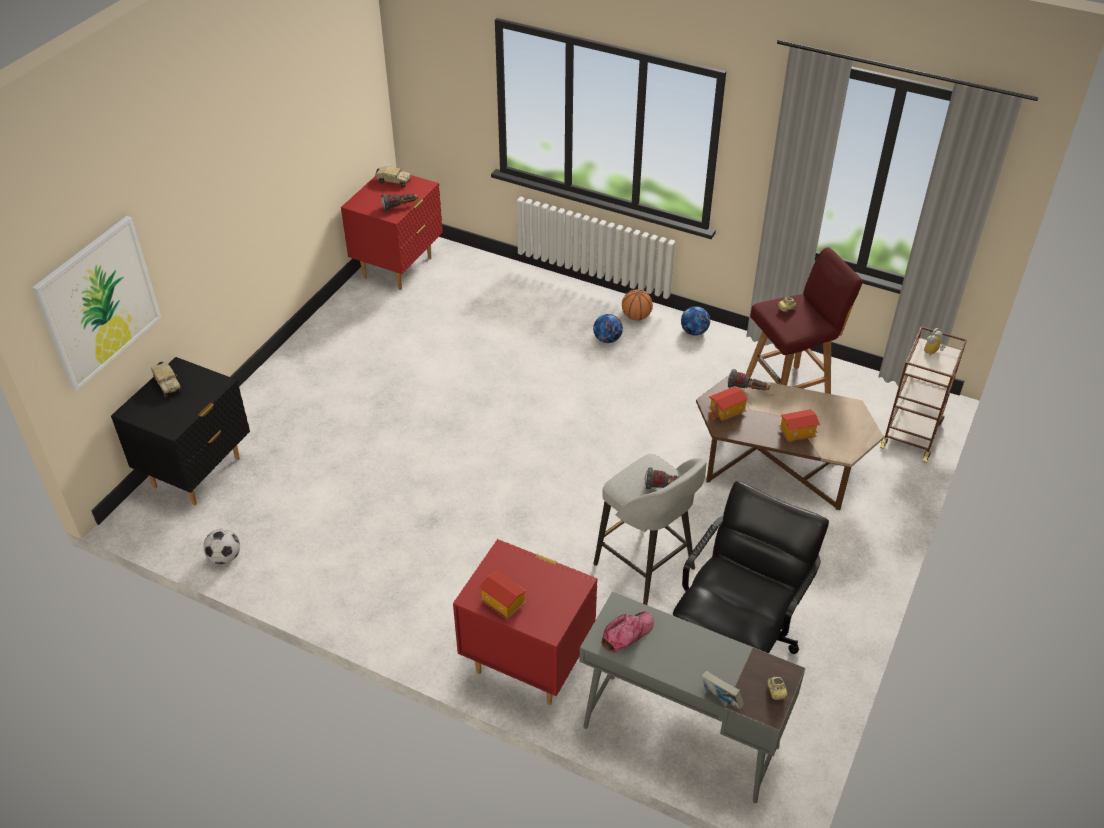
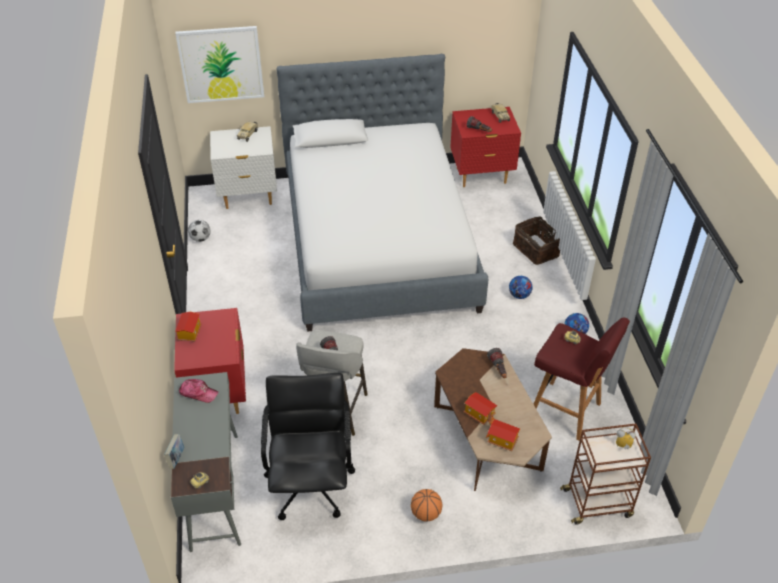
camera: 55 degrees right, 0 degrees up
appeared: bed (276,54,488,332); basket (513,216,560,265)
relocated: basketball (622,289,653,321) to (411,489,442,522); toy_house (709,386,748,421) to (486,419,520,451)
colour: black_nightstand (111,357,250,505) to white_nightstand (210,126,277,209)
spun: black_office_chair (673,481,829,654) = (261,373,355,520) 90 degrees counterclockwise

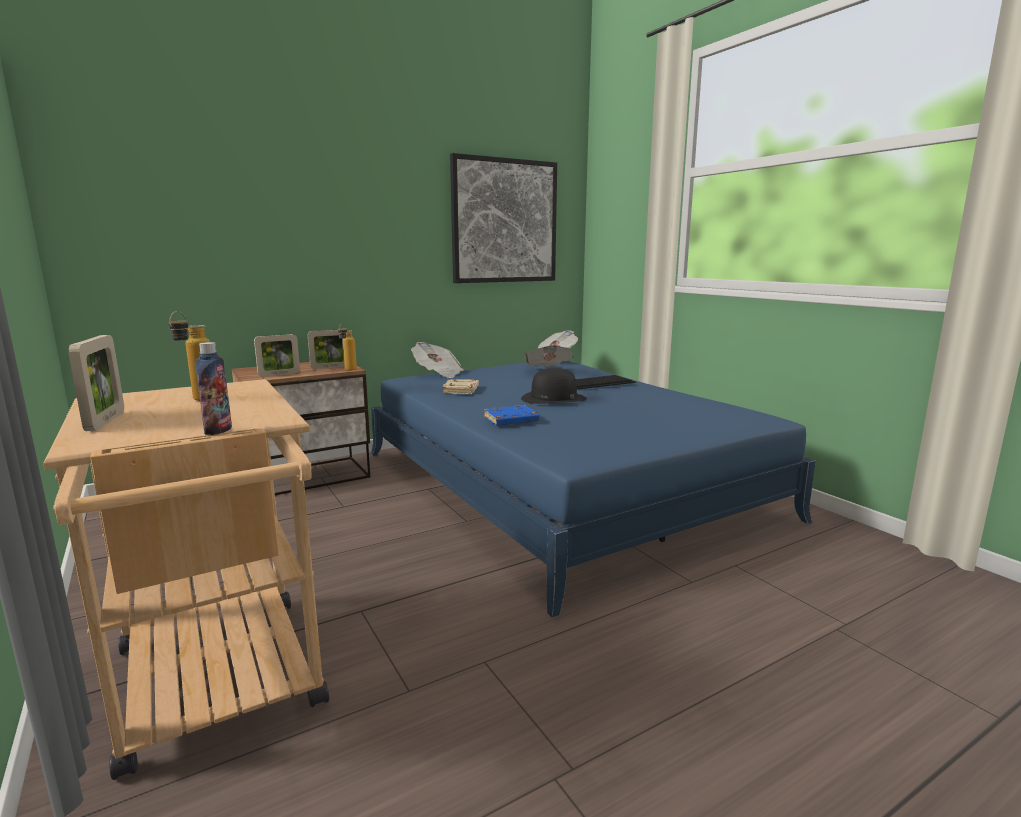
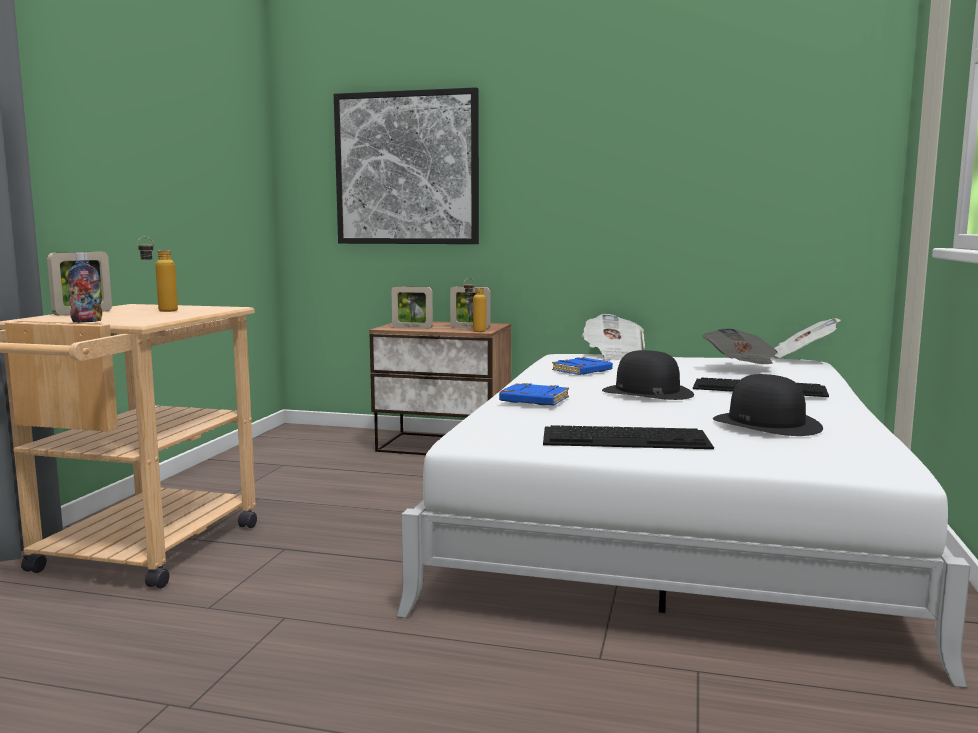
camera: 45 degrees right, 5 degrees down
appeared: keyboard (543,425,714,449); black_hat (713,374,823,436)
relocated: picture (450,153,557,283) to (334,87,479,244)
colour: blue_bed (371,361,816,618) to white_bed (396,354,971,688); beige_book (442,379,479,394) to blue_book (552,357,613,375)

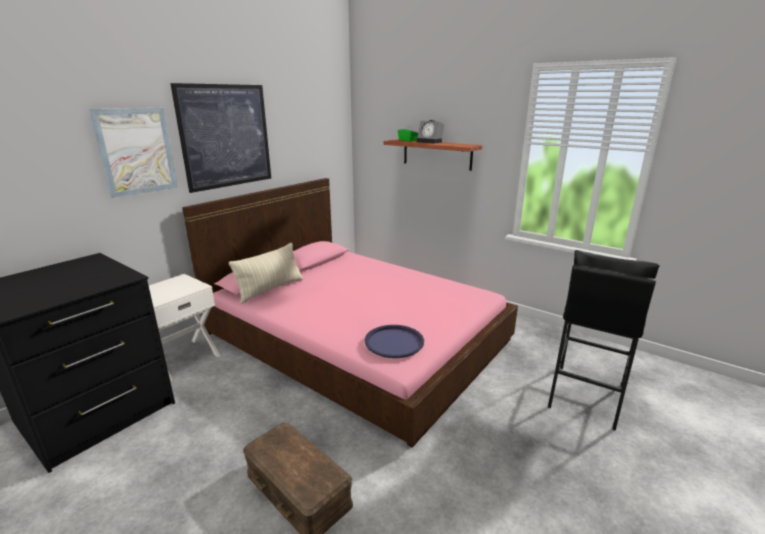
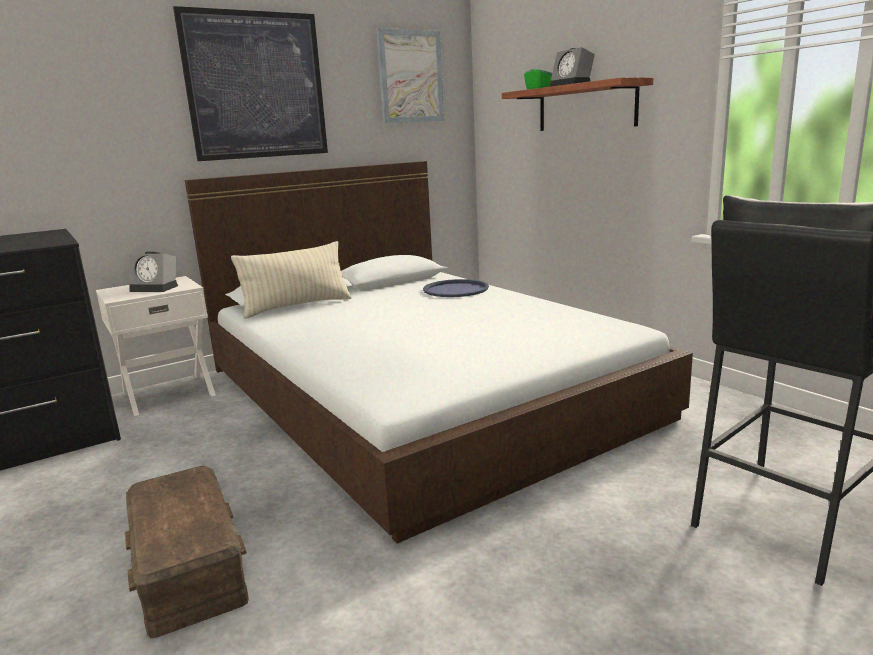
camera: 20 degrees right, 5 degrees down
appeared: alarm_clock (129,251,178,292)
relocated: picture (89,108,178,198) to (377,28,444,123); blue_tray (365,325,424,358) to (423,279,489,297)
colour: pink_bed (182,178,518,448) to white_bed (185,161,693,544)

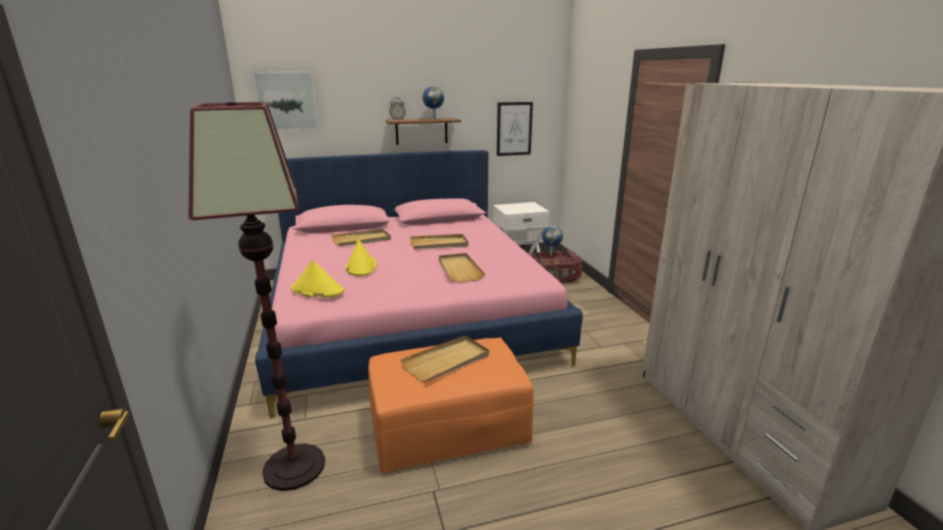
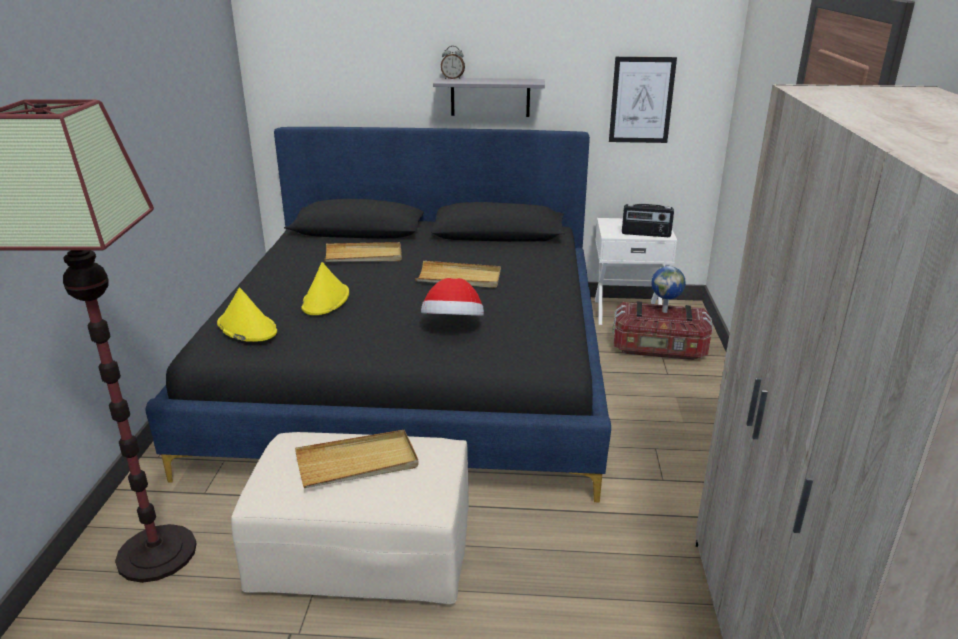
camera: 20 degrees right, 5 degrees up
missing: picture (251,71,319,132); globe (423,86,444,120)
appeared: radio (622,204,674,237)
exchanged: beige_tray (439,253,485,282) to hat (421,278,484,316)
colour: pink_bed (255,150,583,418) to black_bed (145,127,611,502); orange_ottoman (368,337,533,473) to beige_ottoman (231,432,469,604); brown_shelf (386,118,461,145) to grey_shelf (433,78,545,117)

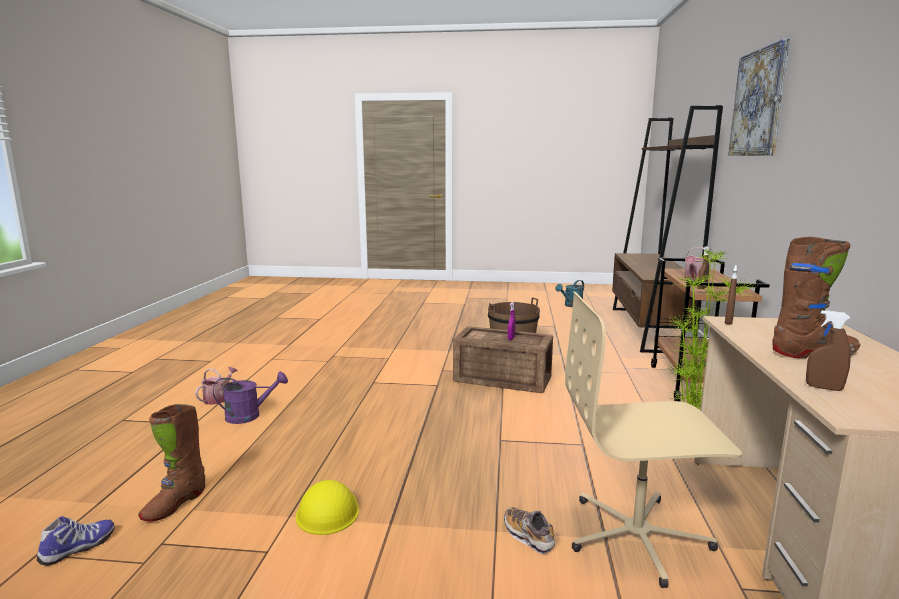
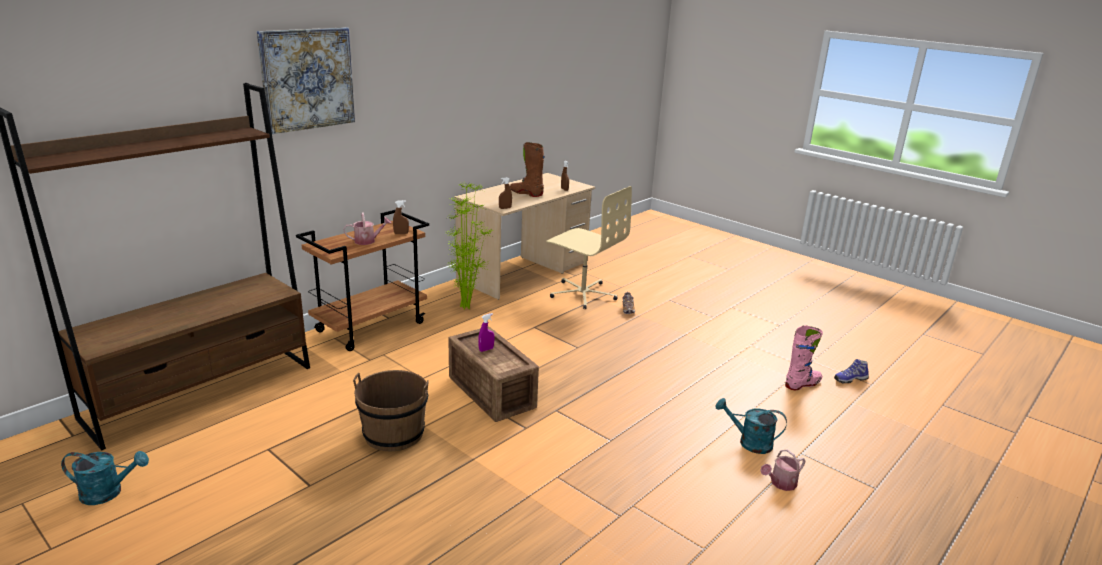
camera: 145 degrees left, 10 degrees up
missing: yellow_hard_hat (296,480,359,535)
colour: purple_watering_can (213,372,288,424) to turquoise_watering_can (715,398,787,454); brown_boot (138,404,205,521) to pink_boot (785,325,823,390)

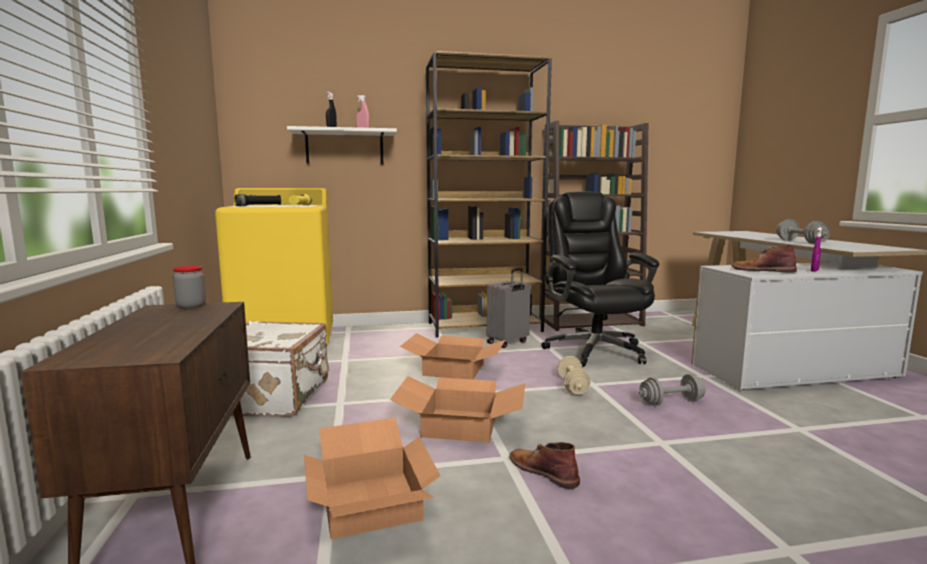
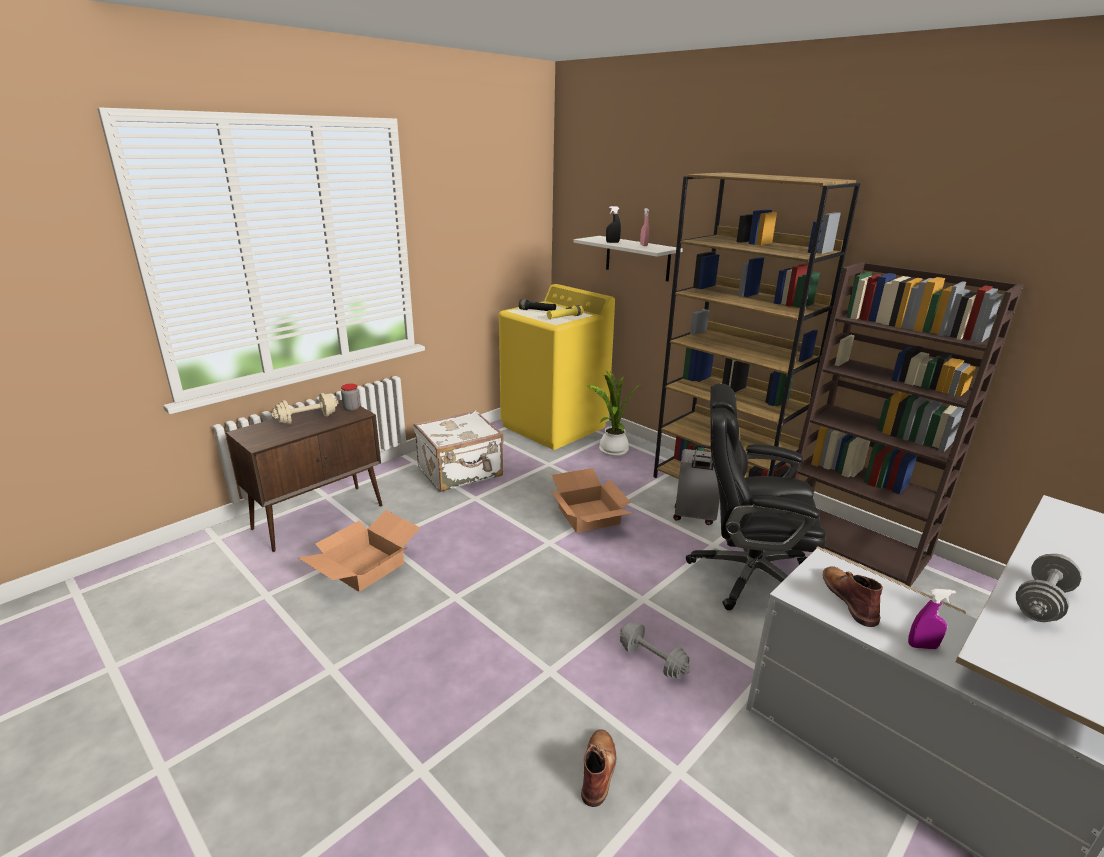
camera: 55 degrees right, 15 degrees up
missing: cardboard_box (390,376,525,443)
appeared: potted_plant (587,370,641,456)
relocated: beige_dumbbell (558,356,591,394) to (271,393,338,425); brown_boot (510,442,580,489) to (581,729,616,807)
spun: black_office_chair (542,191,659,367) = (686,383,826,610) 120 degrees counterclockwise

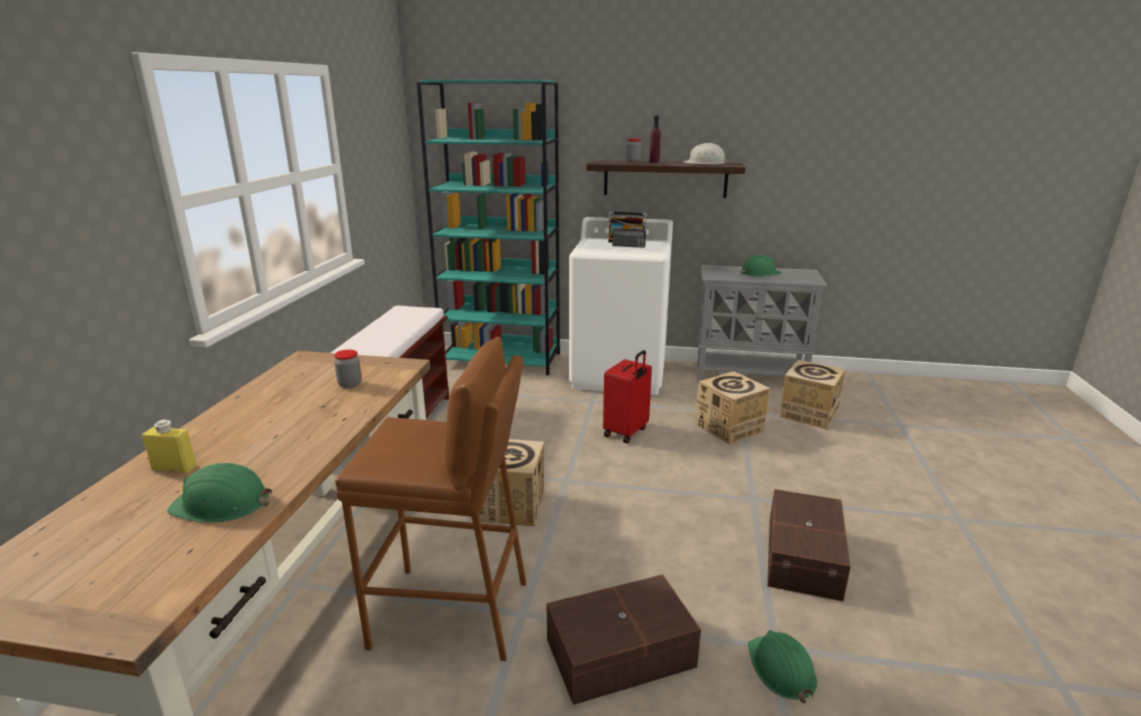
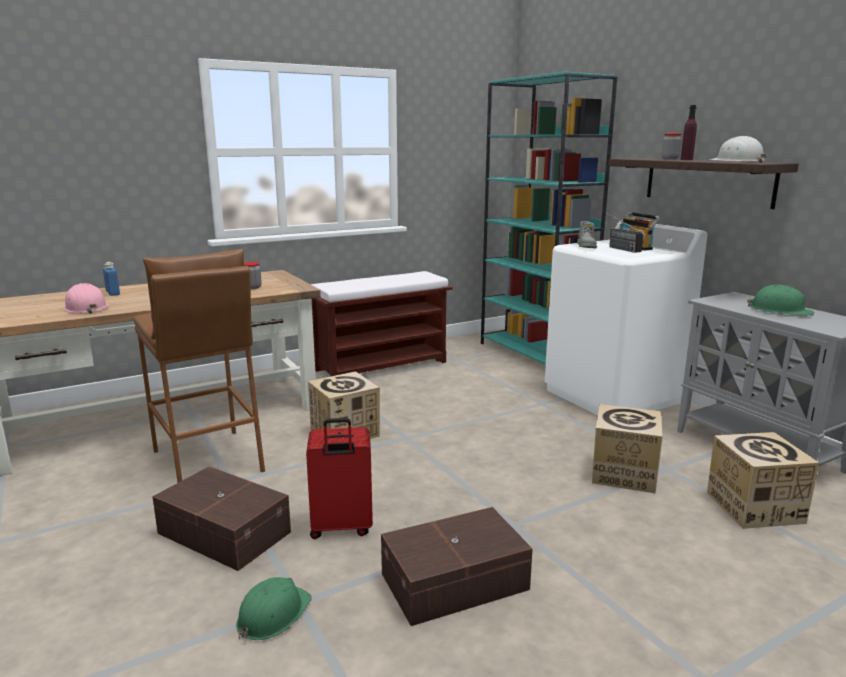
camera: 50 degrees right, 5 degrees down
appeared: grey_boot (577,221,597,248)
relocated: red_suitcase (603,350,652,443) to (306,418,373,539)
colour: green_hard_hat (167,463,272,522) to pink_hard_hat (64,283,108,314); yellow_bottle (142,420,197,473) to blue_bottle (103,262,120,296)

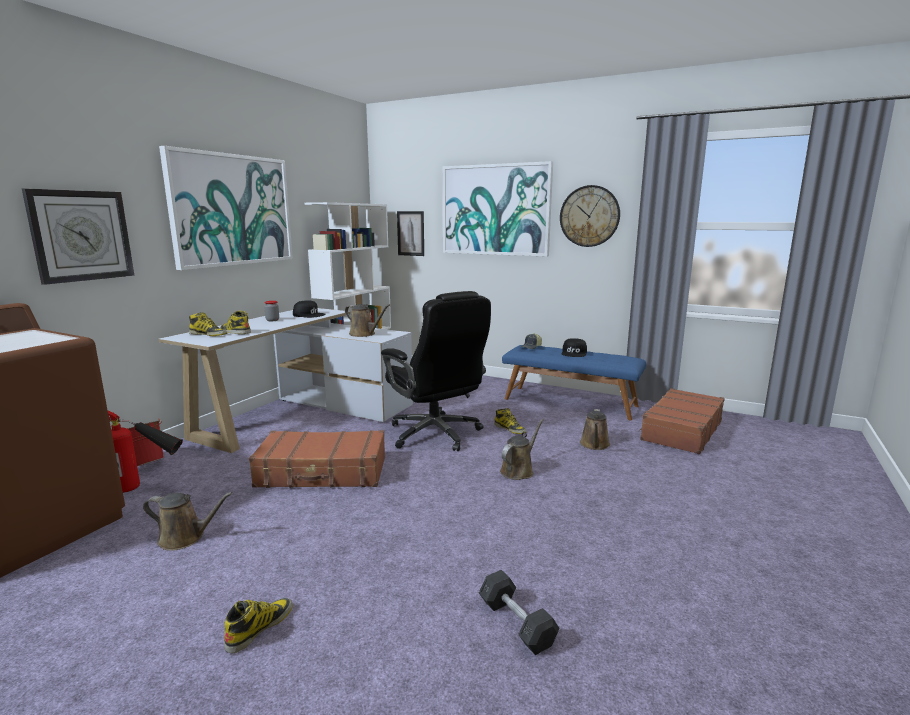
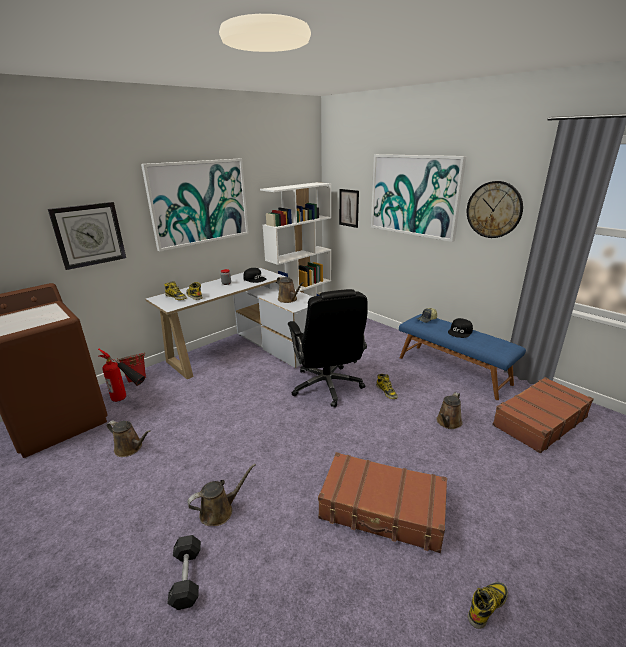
camera: 20 degrees right, 10 degrees up
relocated: grey_dumbbell (479,570,559,655) to (167,535,201,610); brown_watering_can (500,419,544,480) to (187,464,256,526); brown_suitcase (249,430,385,488) to (318,452,447,553); boot (224,598,293,653) to (468,582,508,629)

